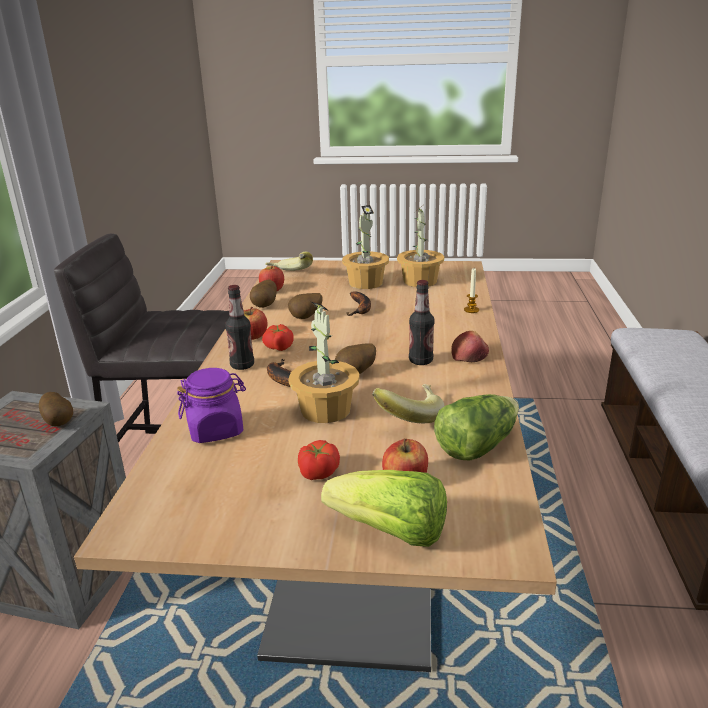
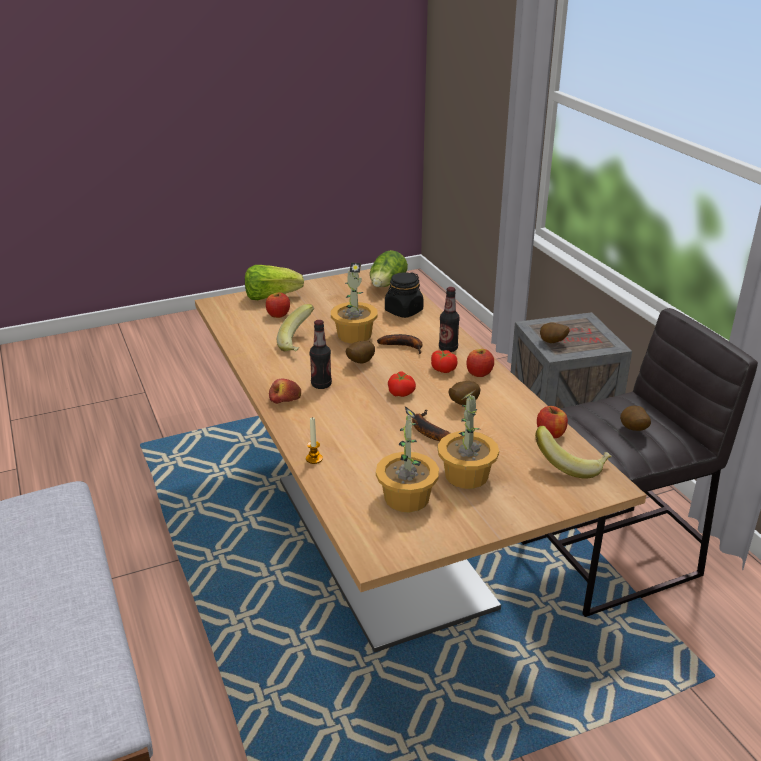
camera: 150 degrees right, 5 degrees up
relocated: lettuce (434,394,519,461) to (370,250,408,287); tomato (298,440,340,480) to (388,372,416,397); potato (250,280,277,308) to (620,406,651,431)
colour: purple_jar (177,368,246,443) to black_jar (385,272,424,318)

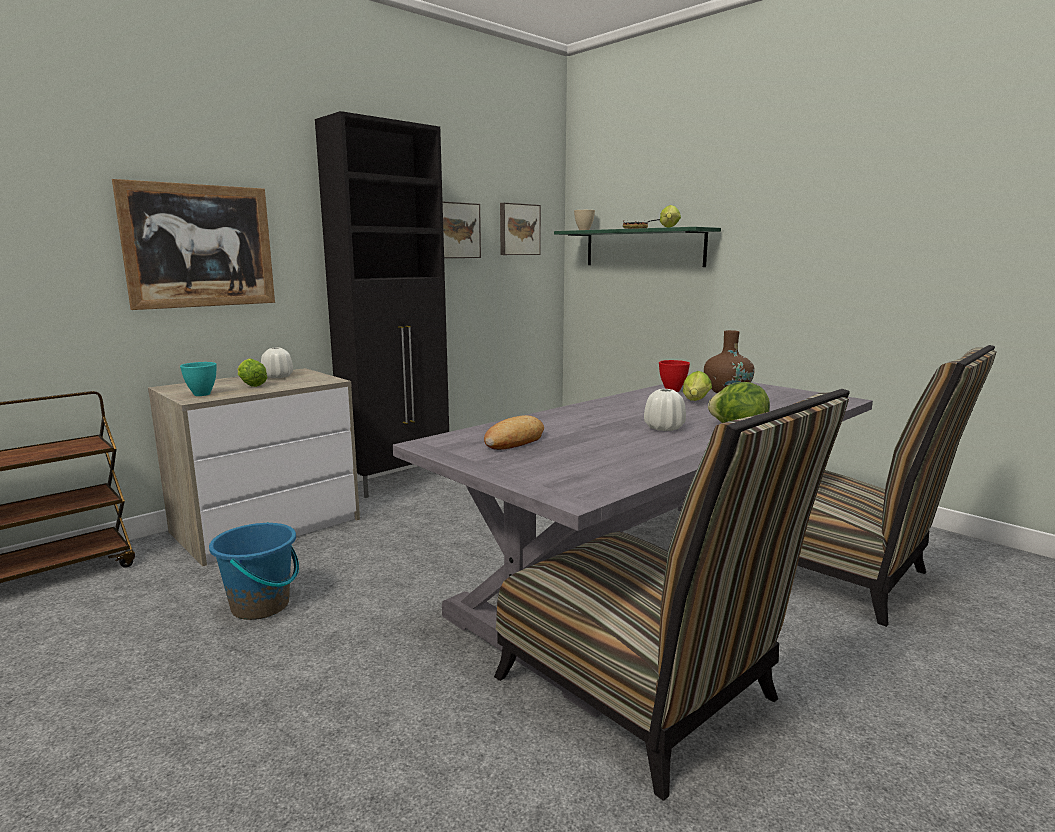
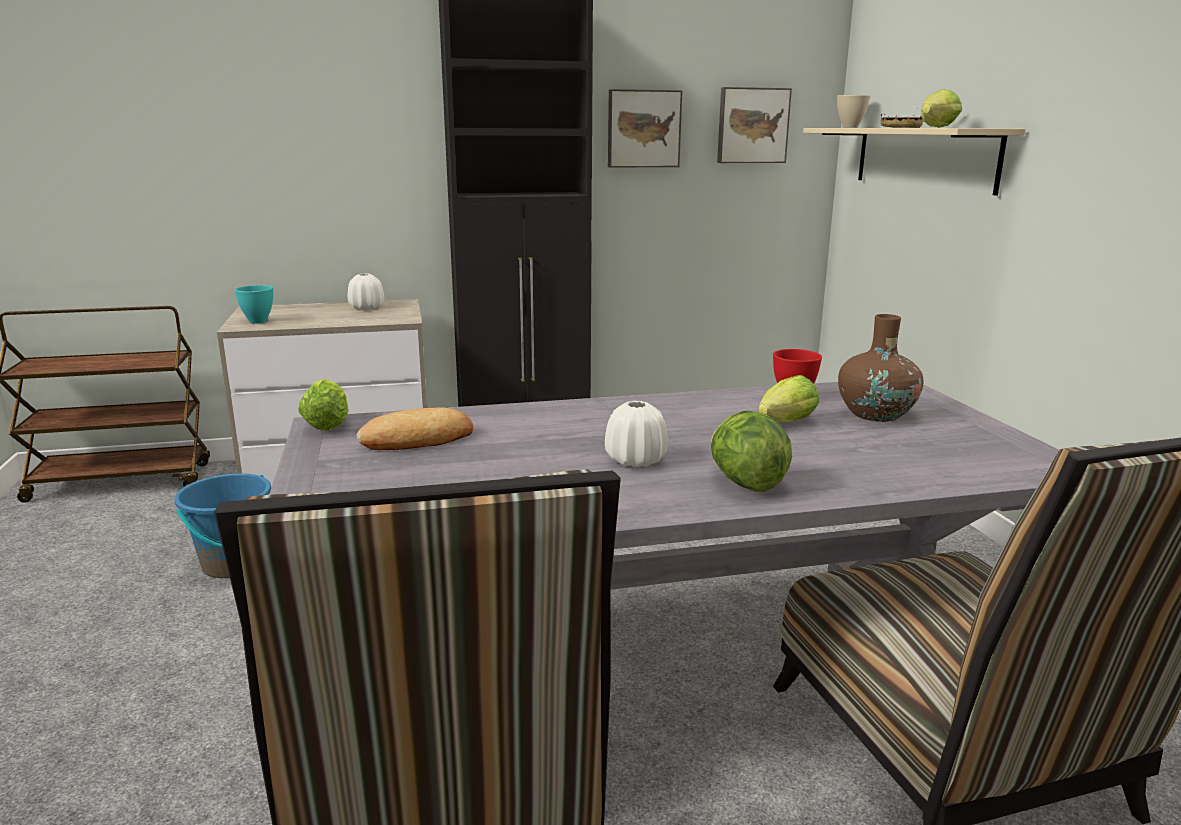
camera: 30 degrees right, 5 degrees up
missing: picture (112,179,275,310)
relocated: lettuce (238,358,268,387) to (298,379,349,431)
colour: green_shelf (554,227,721,267) to beige_shelf (803,128,1025,196)

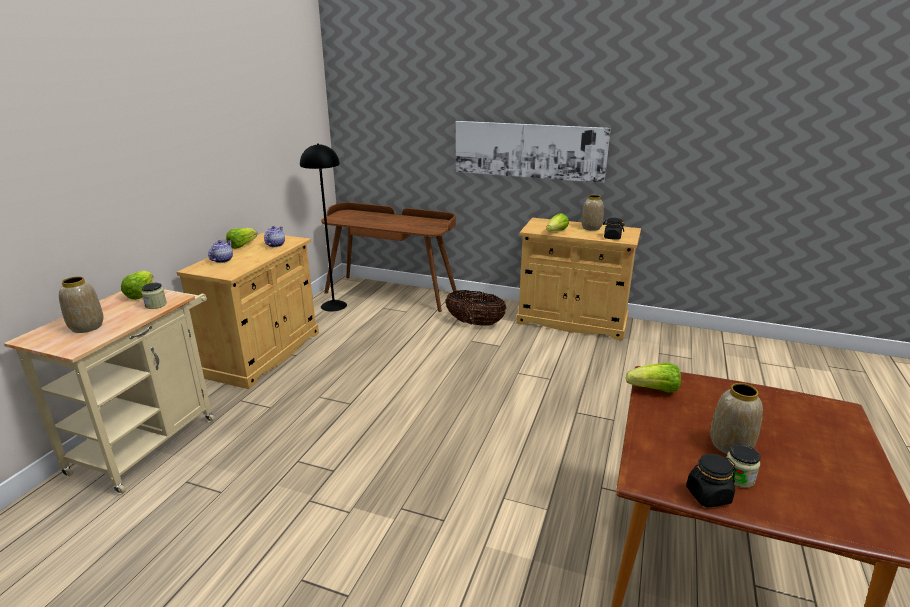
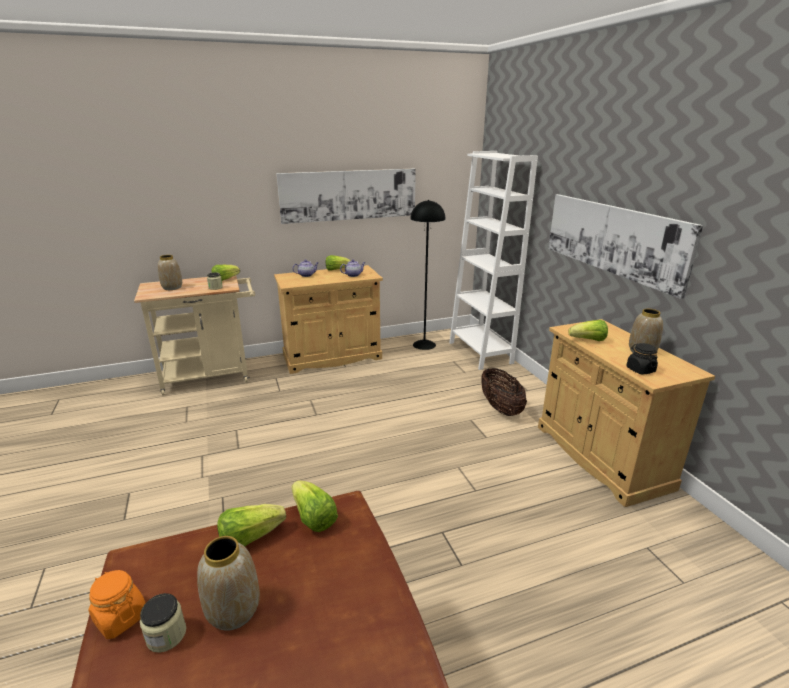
camera: 50 degrees right, 0 degrees up
appeared: lettuce (217,504,286,546); picture (276,168,416,224)
exchanged: brown_desk (321,202,457,312) to white_bookcase (449,151,538,370)
colour: black_jar (686,454,736,508) to orange_jar (89,570,145,639)

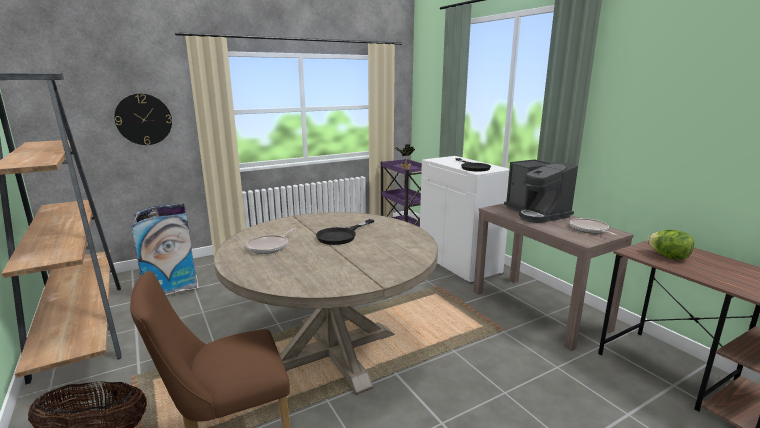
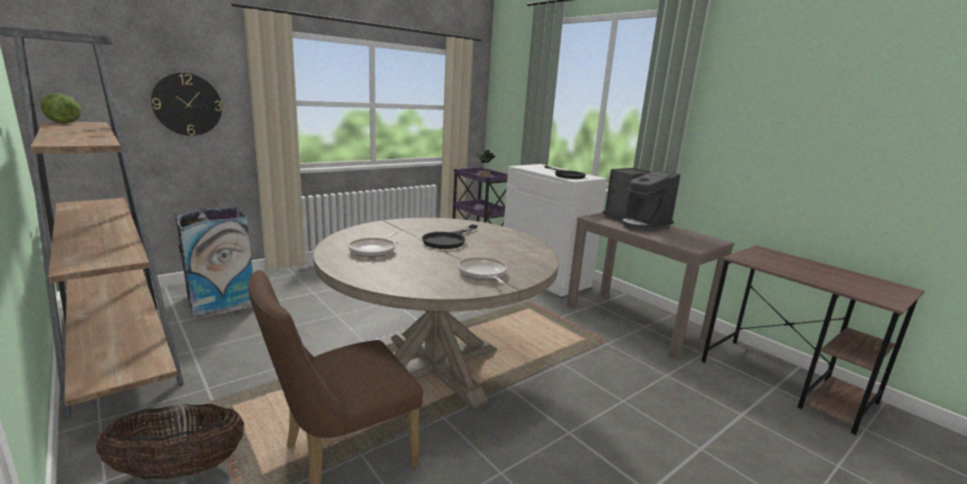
camera: 10 degrees left, 0 degrees up
relocated: lettuce (647,230,694,260) to (41,93,81,124); frying_pan (570,218,616,235) to (458,257,507,284)

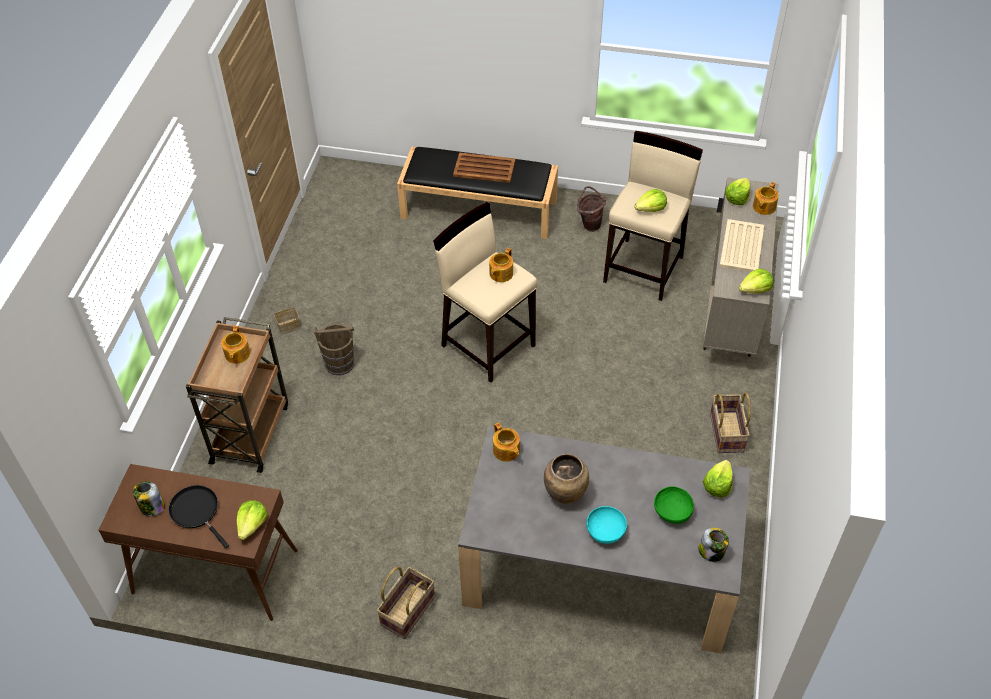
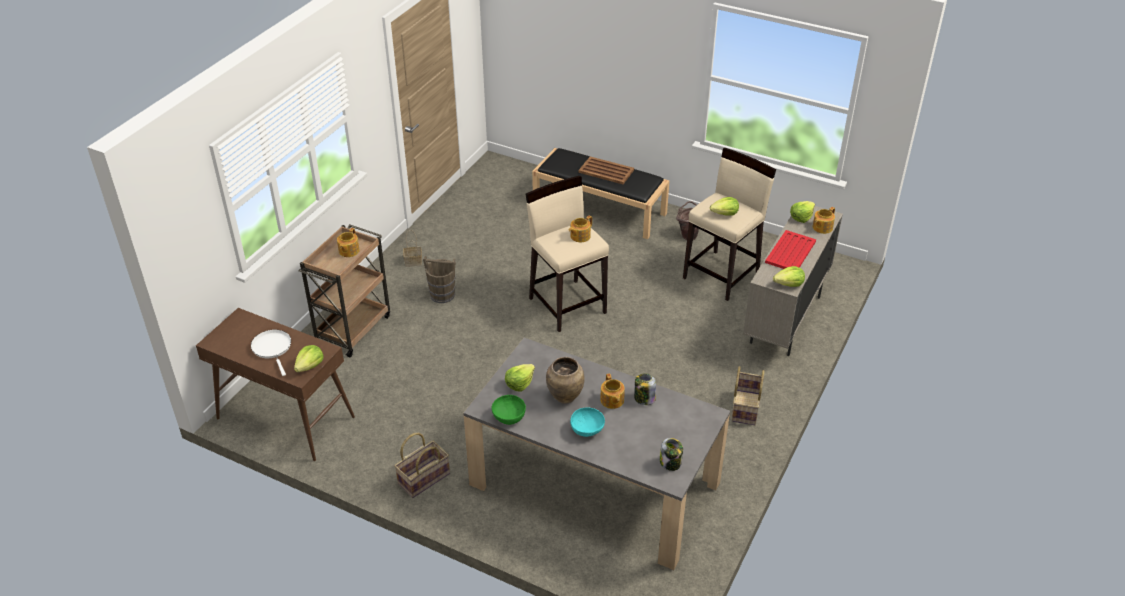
camera: 15 degrees right, 10 degrees down
relocated: green_bowl (654,486,694,524) to (492,395,526,425); lettuce (703,460,733,498) to (505,364,535,392); teapot (493,422,520,462) to (600,373,625,409); jar (133,481,165,516) to (634,373,656,405)
colour: black_frying_pan (168,485,229,548) to white_frying_pan (251,330,291,376); beige_tray (720,219,764,272) to red_tray (765,230,816,269)

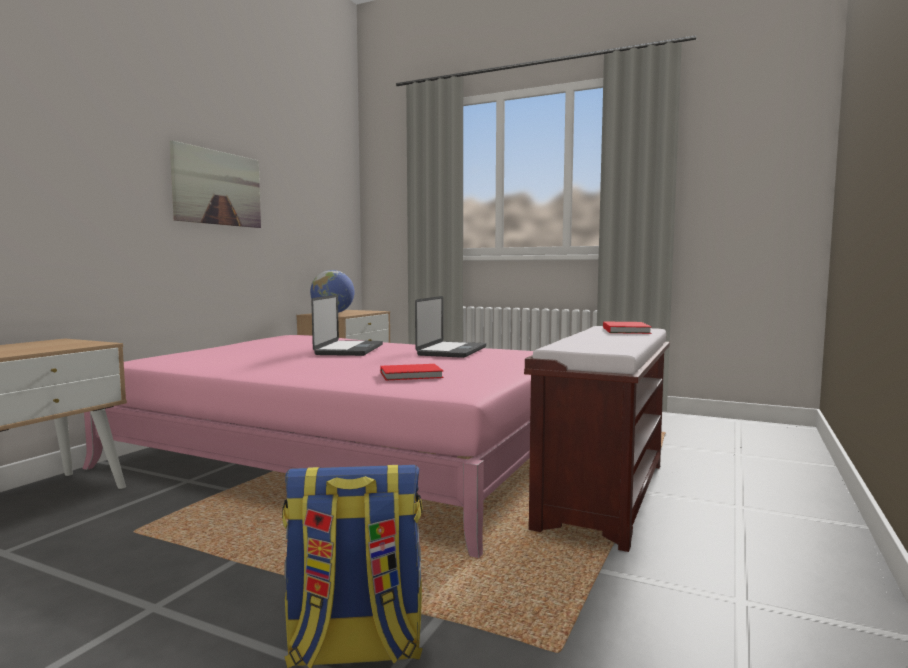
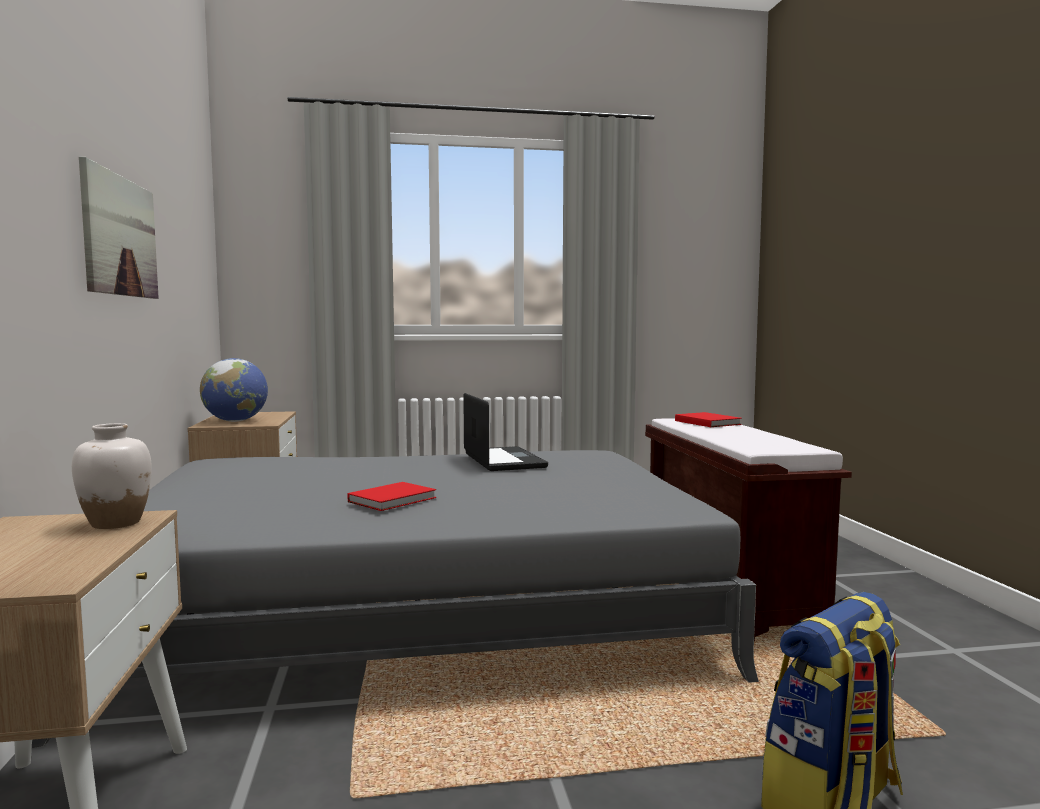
camera: 35 degrees left, 0 degrees up
missing: laptop (311,295,383,356)
appeared: white_vase (72,423,152,529)
relocated: red_book (380,364,444,380) to (348,482,436,511)
colour: pink_bed (82,335,533,558) to grey_bed (32,450,759,748)

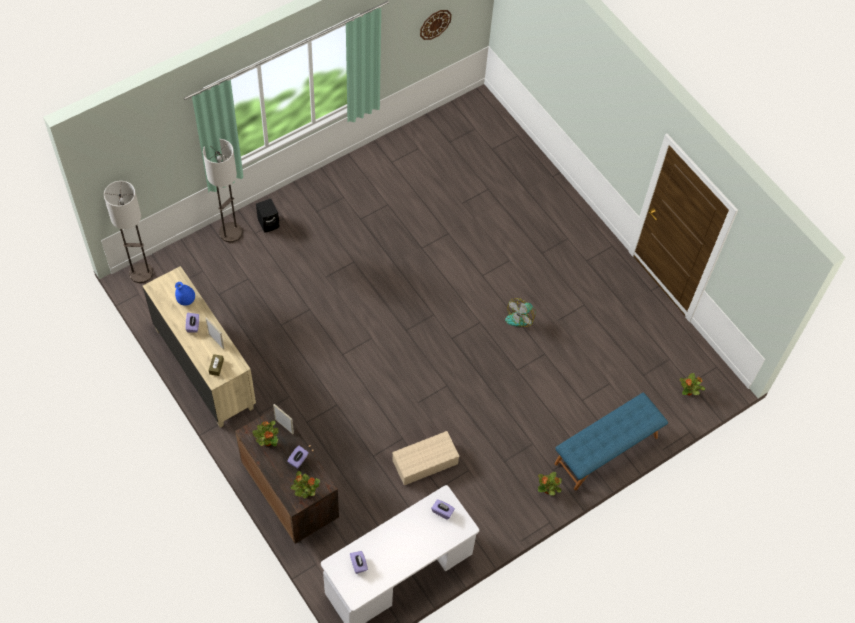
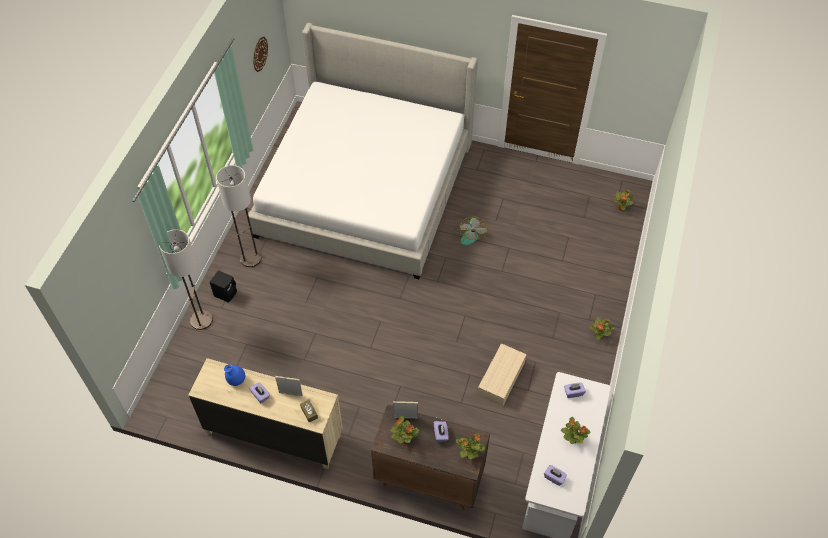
camera: 35 degrees left, 5 degrees down
missing: blue_bench (554,392,668,491)
appeared: bed (248,23,478,279); potted_plant (561,417,590,444)
relocated: floor_lamp (104,181,153,283) to (216,165,262,267)

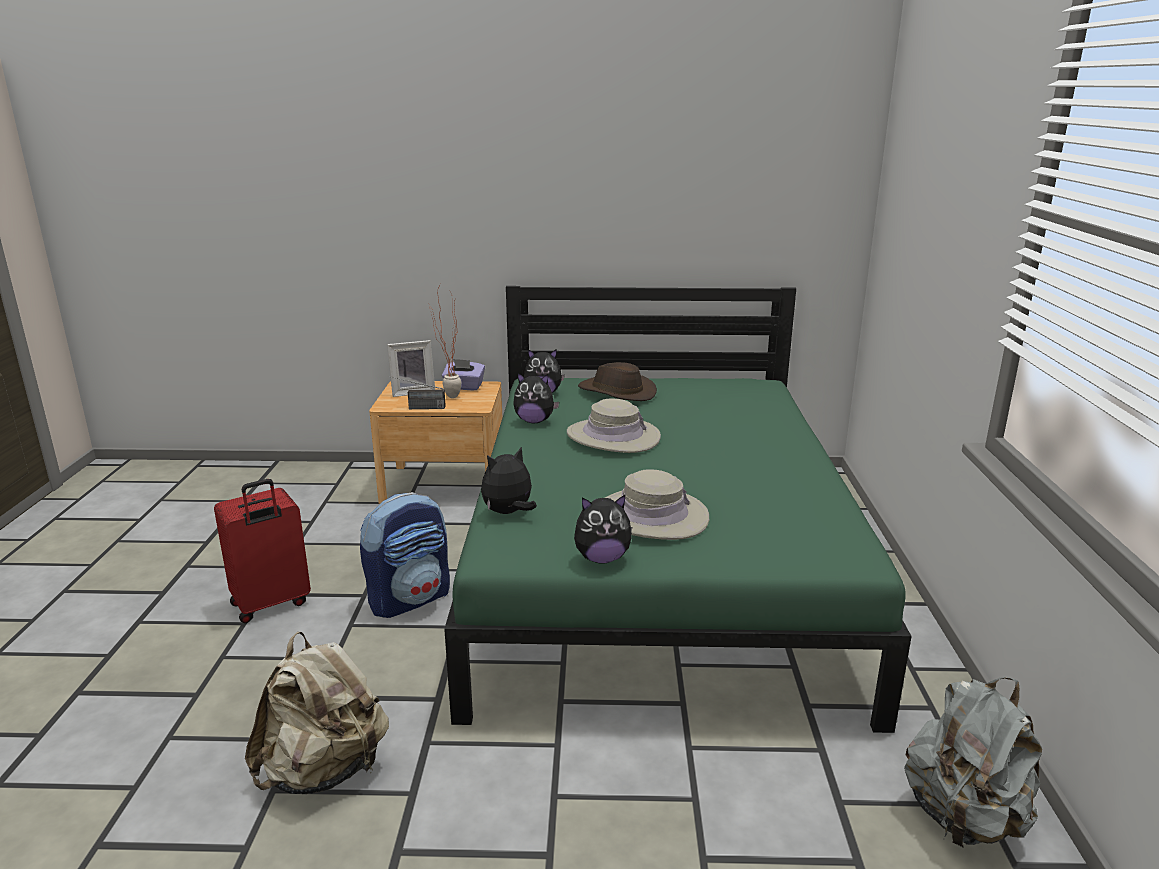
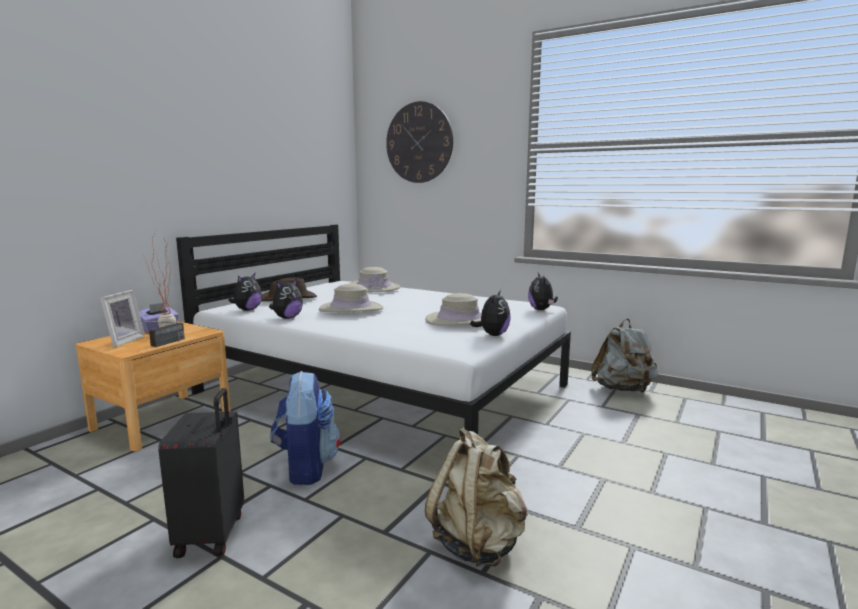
camera: 60 degrees left, 10 degrees down
appeared: beige_hat (349,267,400,292); wall_clock (386,101,453,183)
relocated: plush_toy (481,446,537,514) to (528,273,558,310)
colour: red_suitcase (214,479,311,623) to black_suitcase (158,388,244,558); green_bed (444,286,912,733) to white_bed (176,225,571,435)

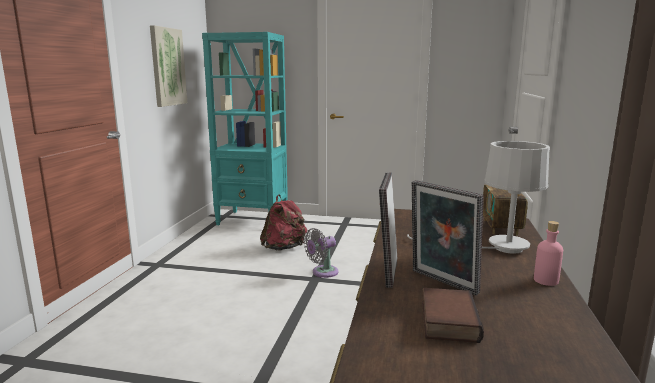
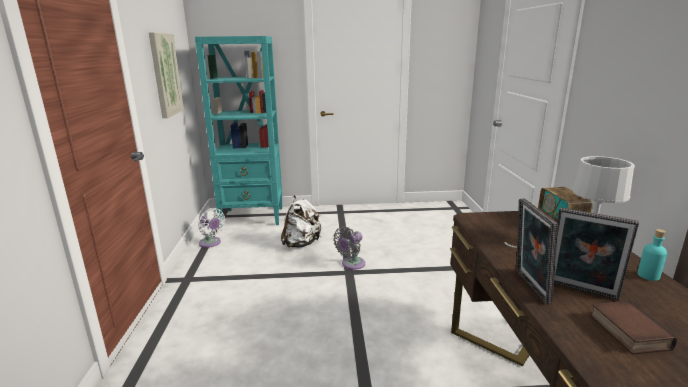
camera: 15 degrees left, 5 degrees up
appeared: white_fan (198,208,225,248)
colour: red_backpack (260,194,307,250) to white_backpack (281,195,322,248); pink_bottle (534,221,563,286) to turquoise_bottle (638,229,667,281)

